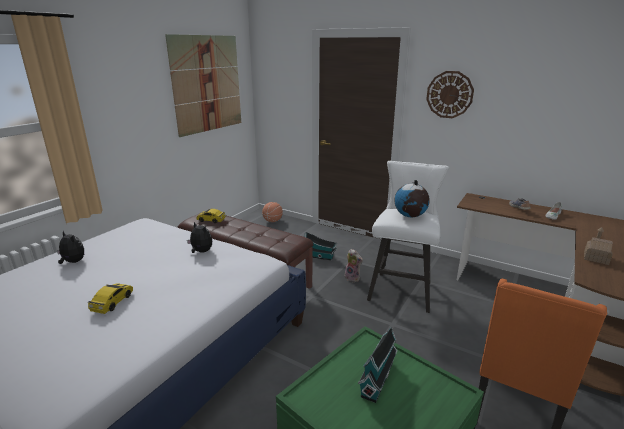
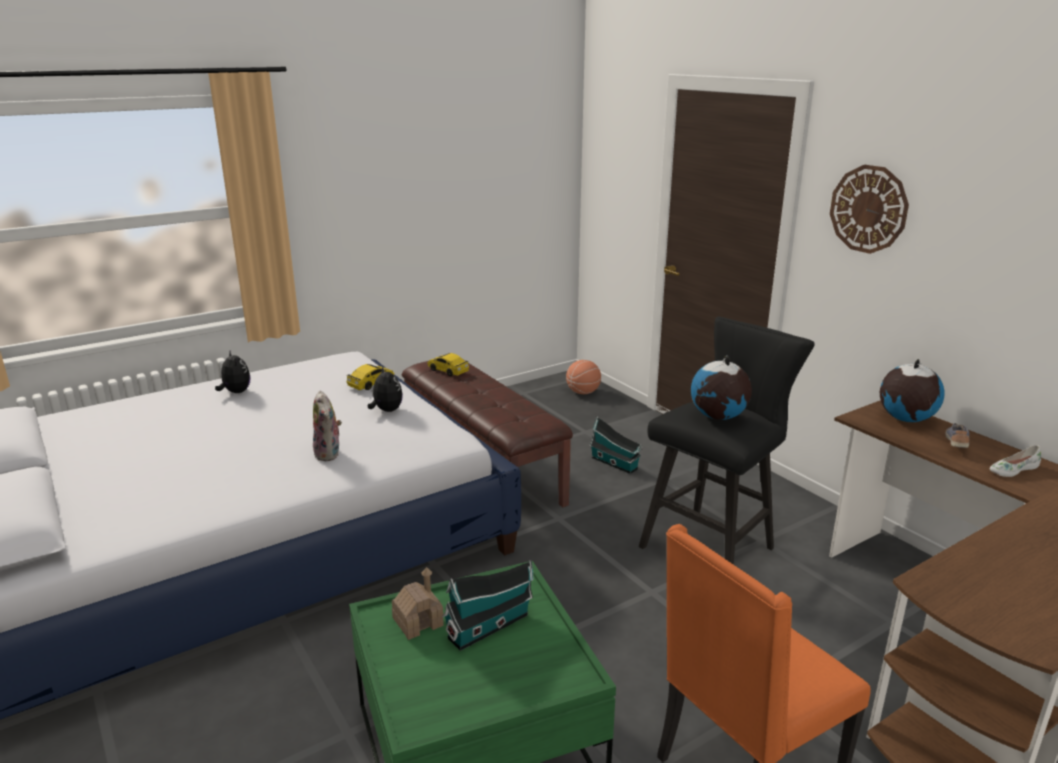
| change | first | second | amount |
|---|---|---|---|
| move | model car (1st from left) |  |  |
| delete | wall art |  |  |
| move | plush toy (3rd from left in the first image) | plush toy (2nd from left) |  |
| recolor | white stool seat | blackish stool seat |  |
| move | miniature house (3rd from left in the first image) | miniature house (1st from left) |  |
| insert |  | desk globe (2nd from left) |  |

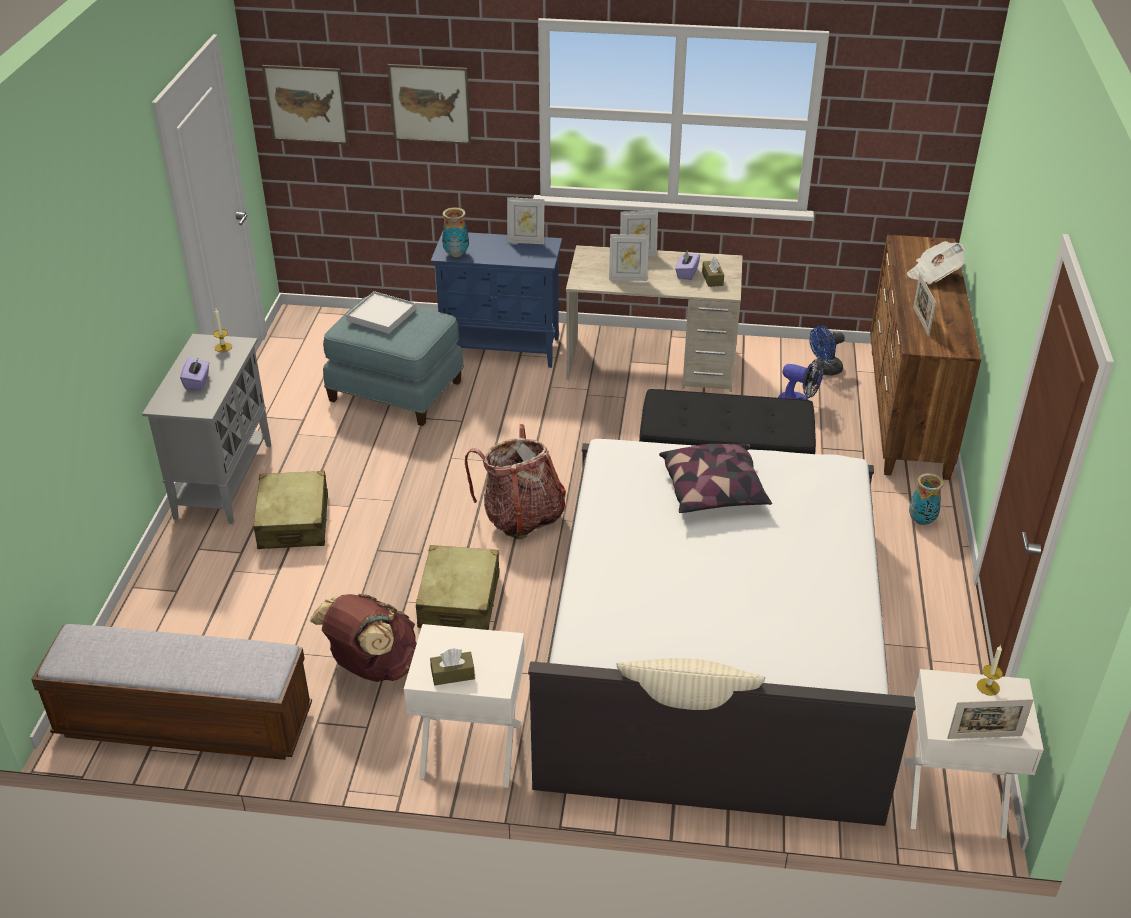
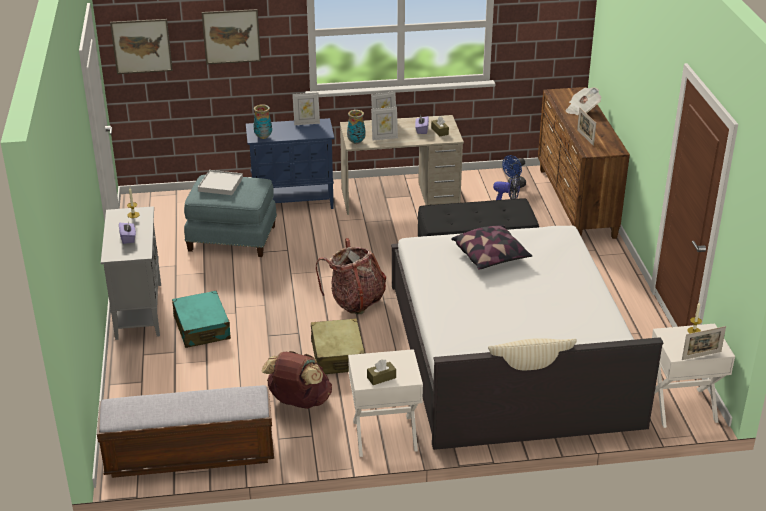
| change | first | second | amount |
|---|---|---|---|
| recolor | beige-coloured piece of luggage (1st from left) | turquoise-coloured piece of luggage |  |
| move | decorative vase (2nd from left) |  |  |

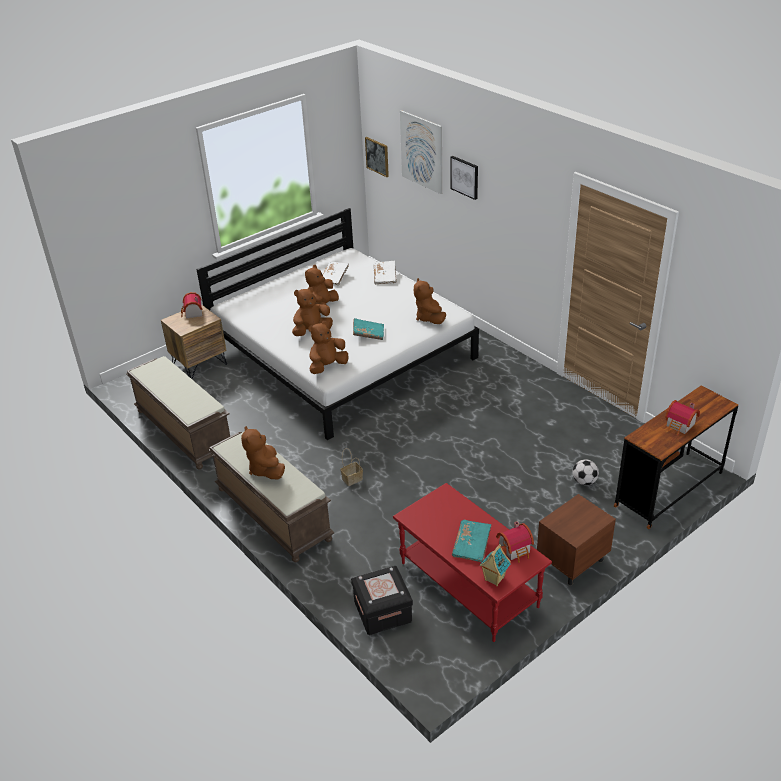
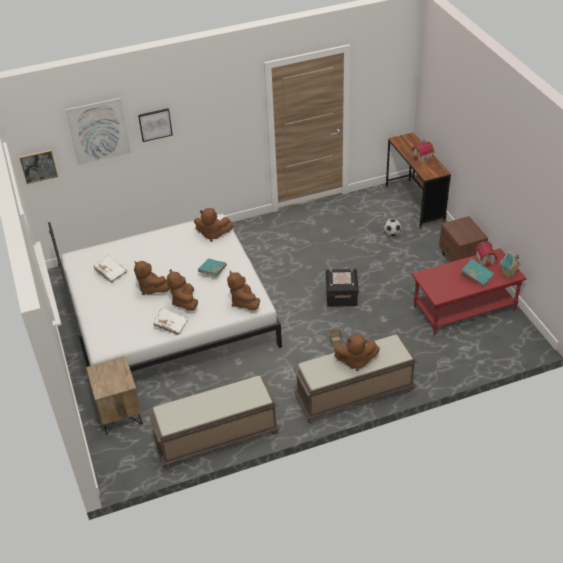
| change | first | second | amount |
|---|---|---|---|
| delete | miniature house (1st from left) |  |  |
| move | blackish storage box |  |  |
| move | white volume (2nd from left) |  |  |

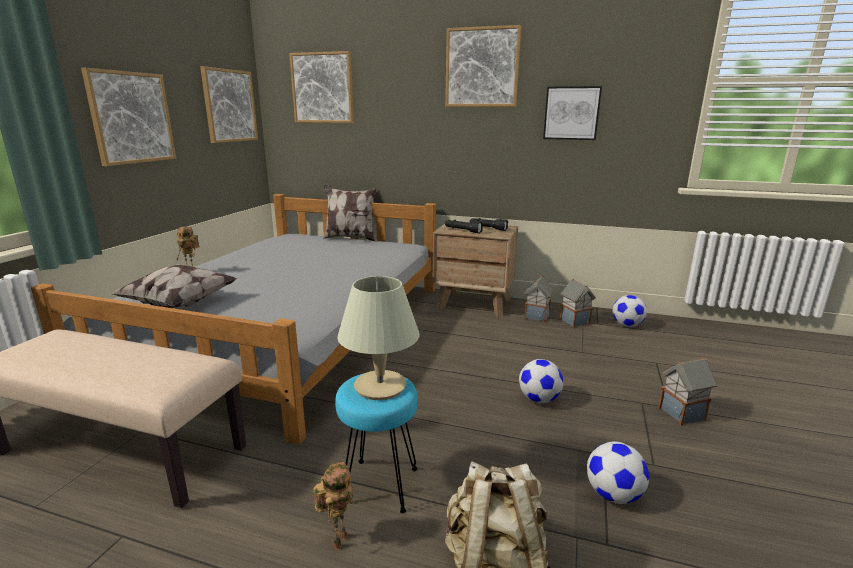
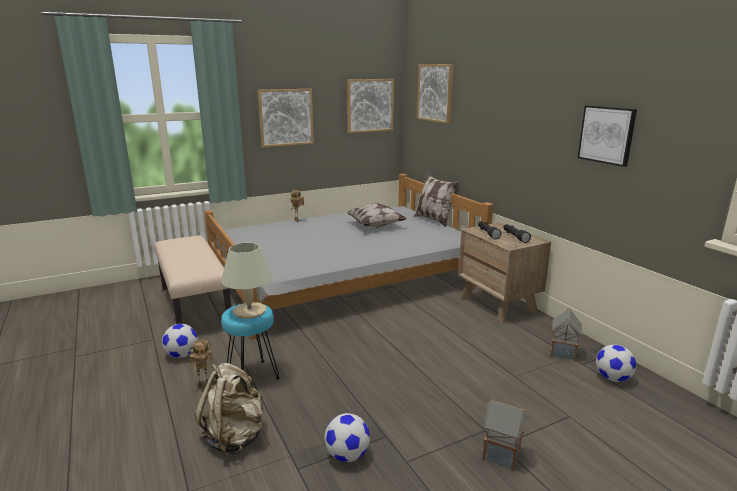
| change | first | second | amount |
|---|---|---|---|
| move | pillow (1st from left) |  |  |
| delete | wall art (4th from left) |  |  |
| move | football (1st from left) |  |  |
| delete | miniature house (1st from left) |  |  |

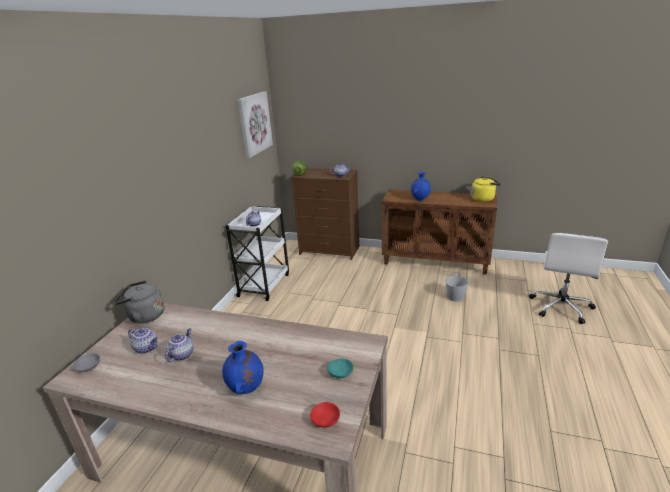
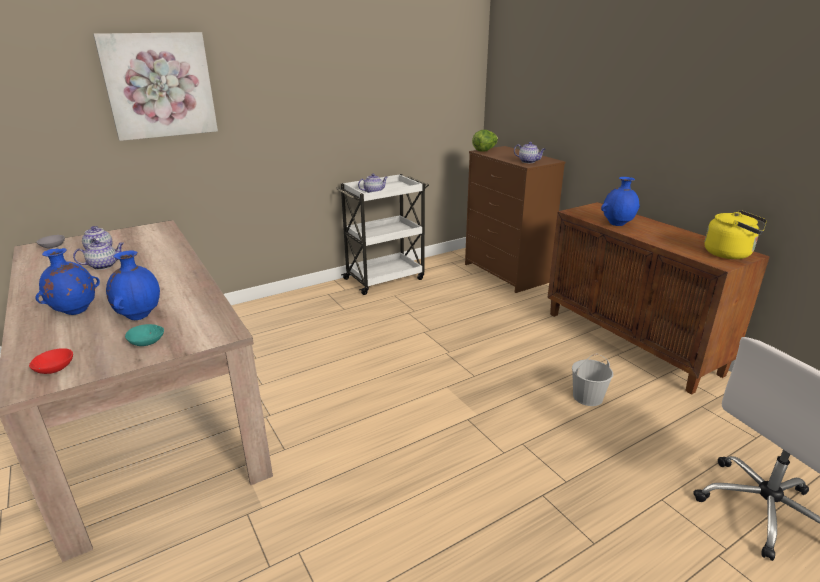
| change | first | second | amount |
|---|---|---|---|
| delete | grey kettle |  |  |
| move | wall art |  |  |
| insert |  | bluish decorative vase (2nd from left) |  |

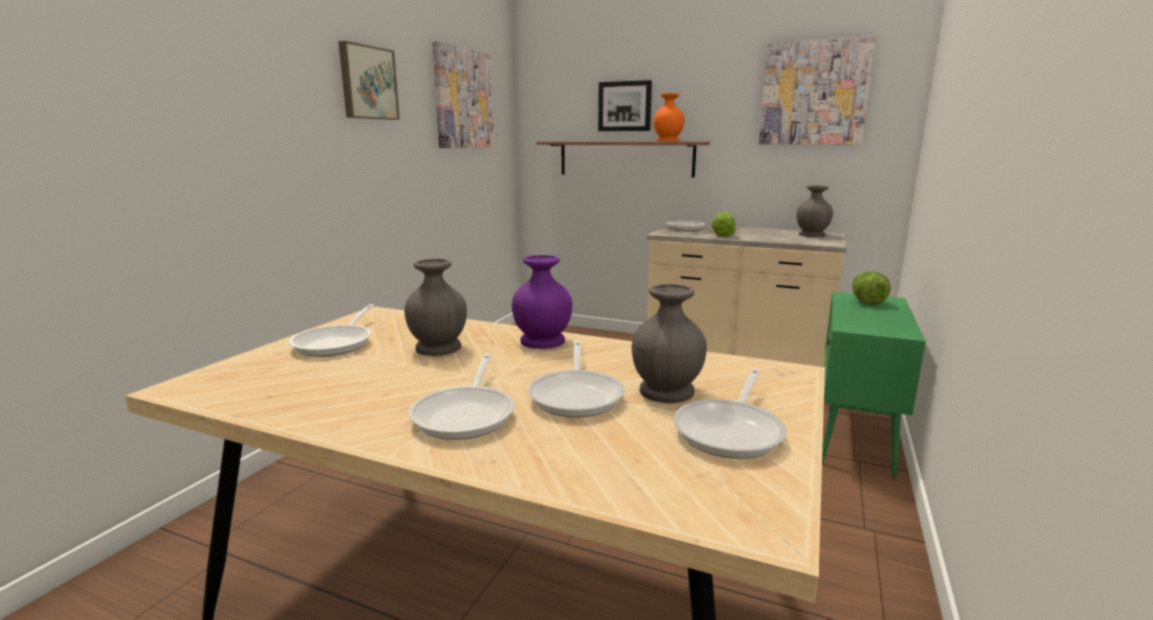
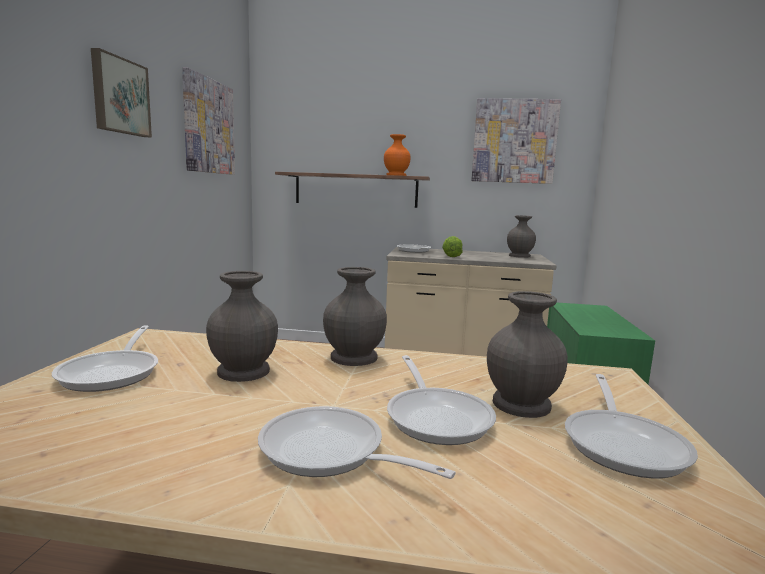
| change | first | second | amount |
|---|---|---|---|
| rotate | frying pan (2nd from left) |  | 135 degrees clockwise |
| recolor | purplish decorative vase | grey decorative vase (2nd from left) |  |
| delete | wall art (3rd from left) |  |  |
| delete | lettuce head (2nd from left) |  |  |

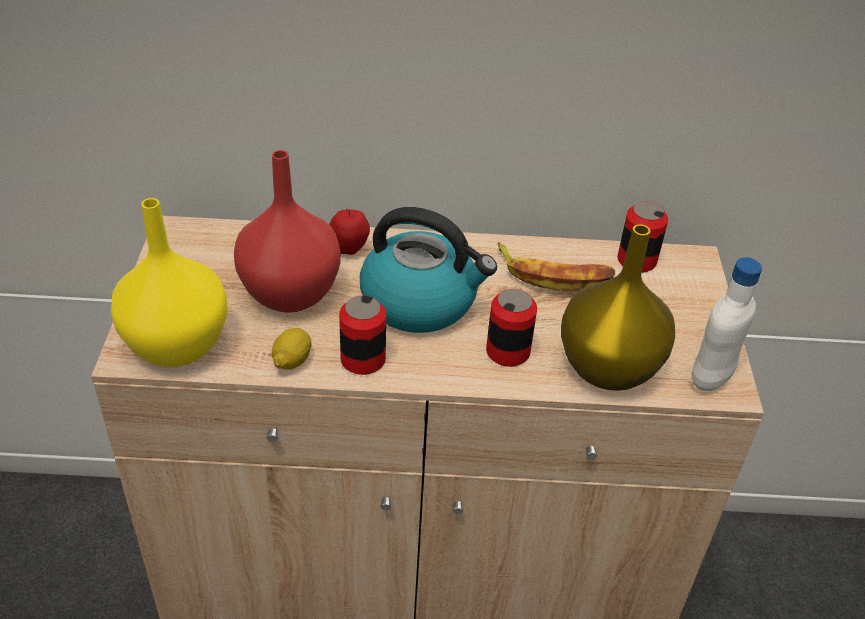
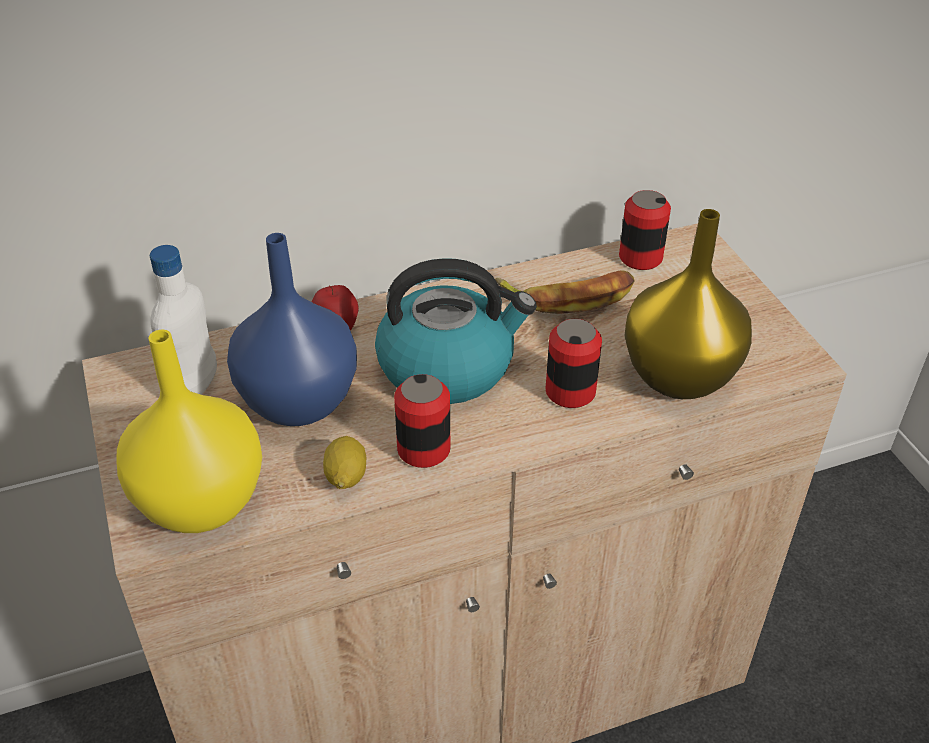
| change | first | second | amount |
|---|---|---|---|
| recolor | red-coloured decorative vase | bluish decorative vase |  |
| move | white beverage bottle |  |  |

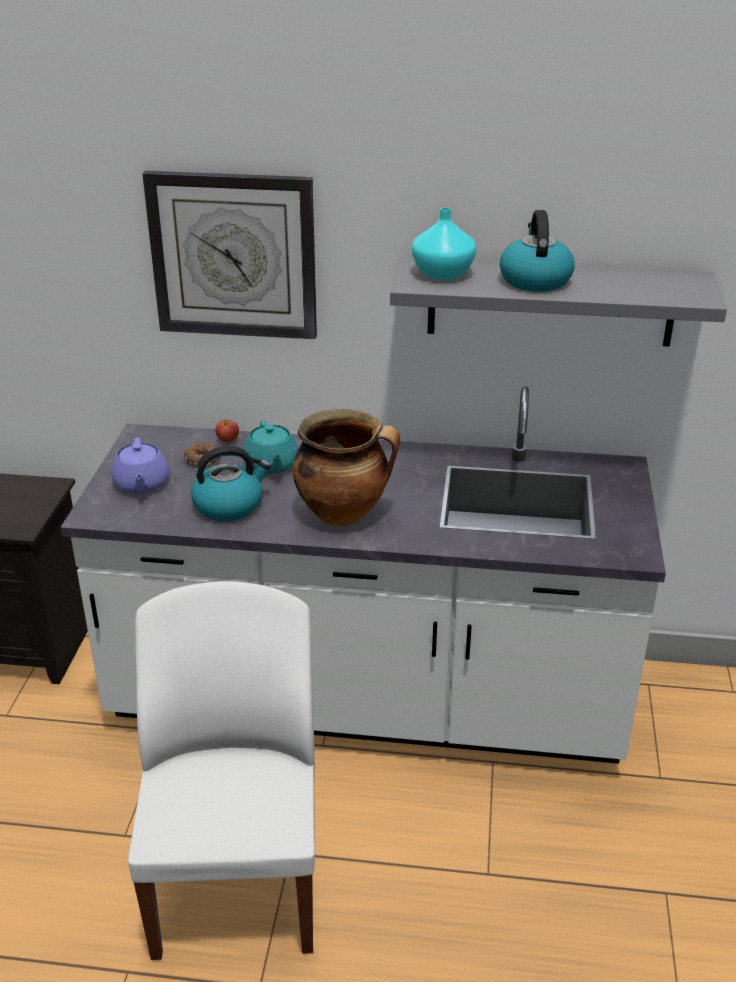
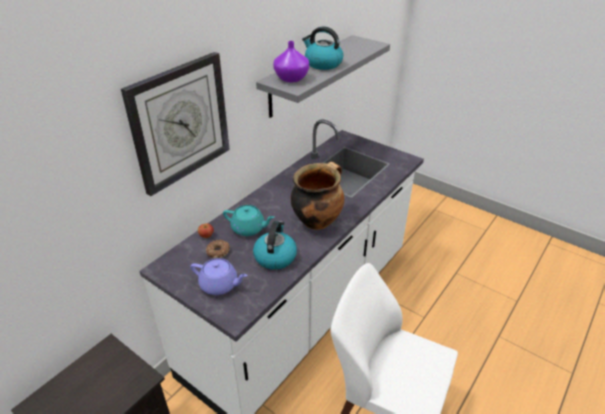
| change | first | second | amount |
|---|---|---|---|
| recolor | turquoise-coloured decorative vase | purplish decorative vase |  |

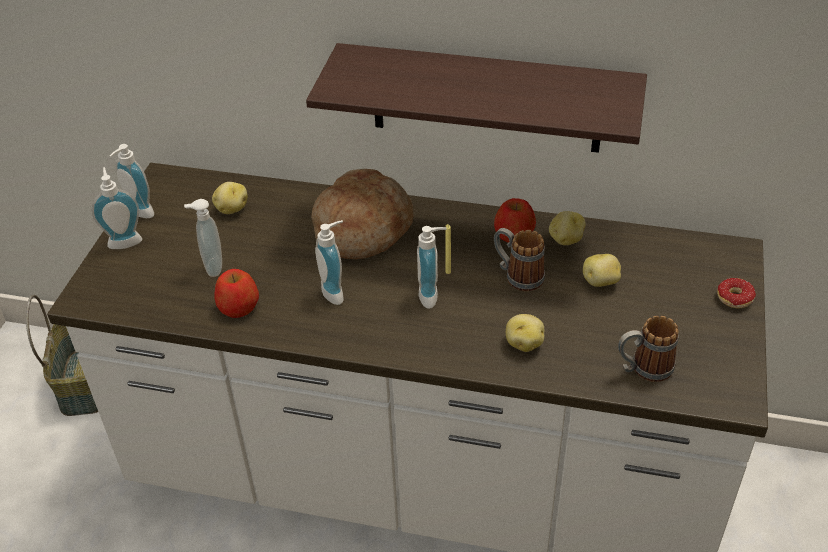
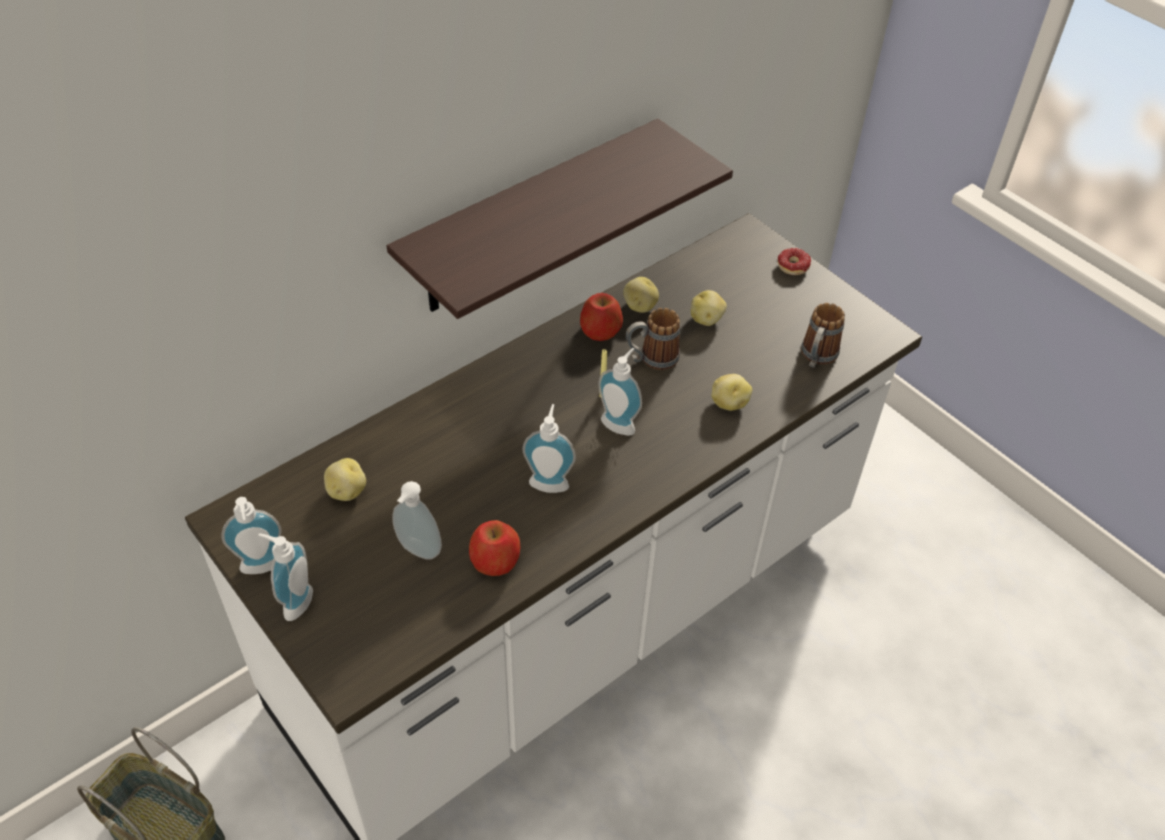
| change | first | second | amount |
|---|---|---|---|
| delete | baked bread |  |  |

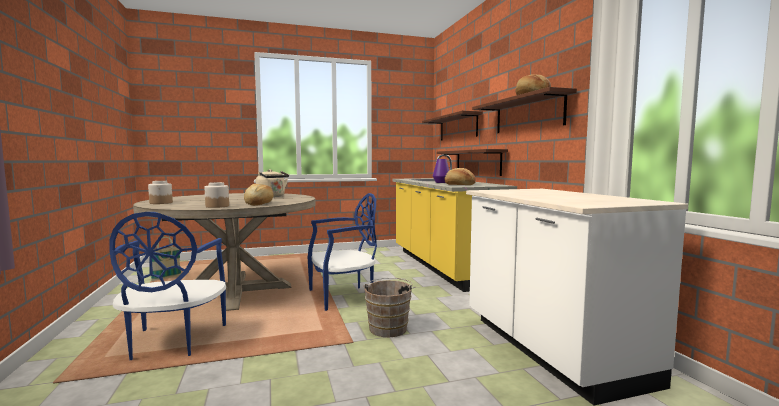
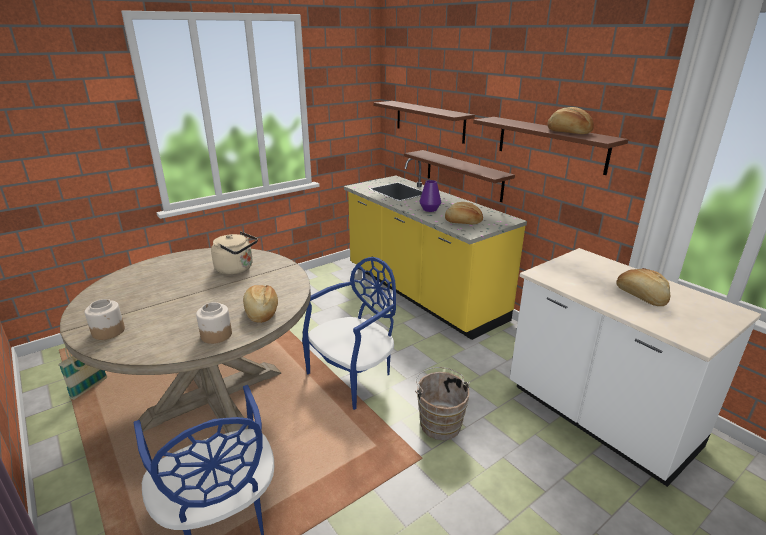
| change | first | second | amount |
|---|---|---|---|
| insert |  | baked bread (4th from left) |  |

